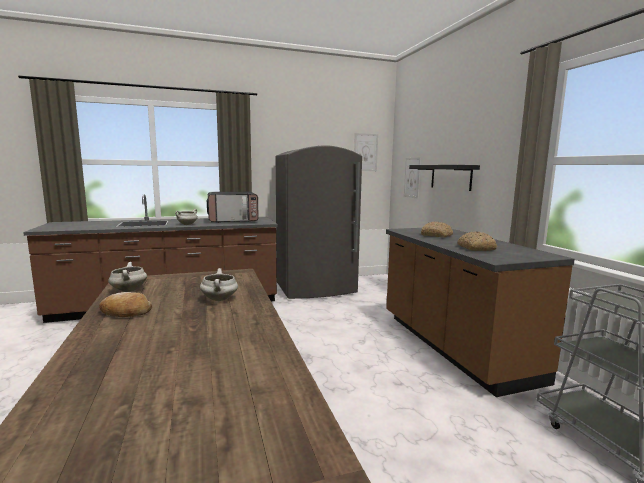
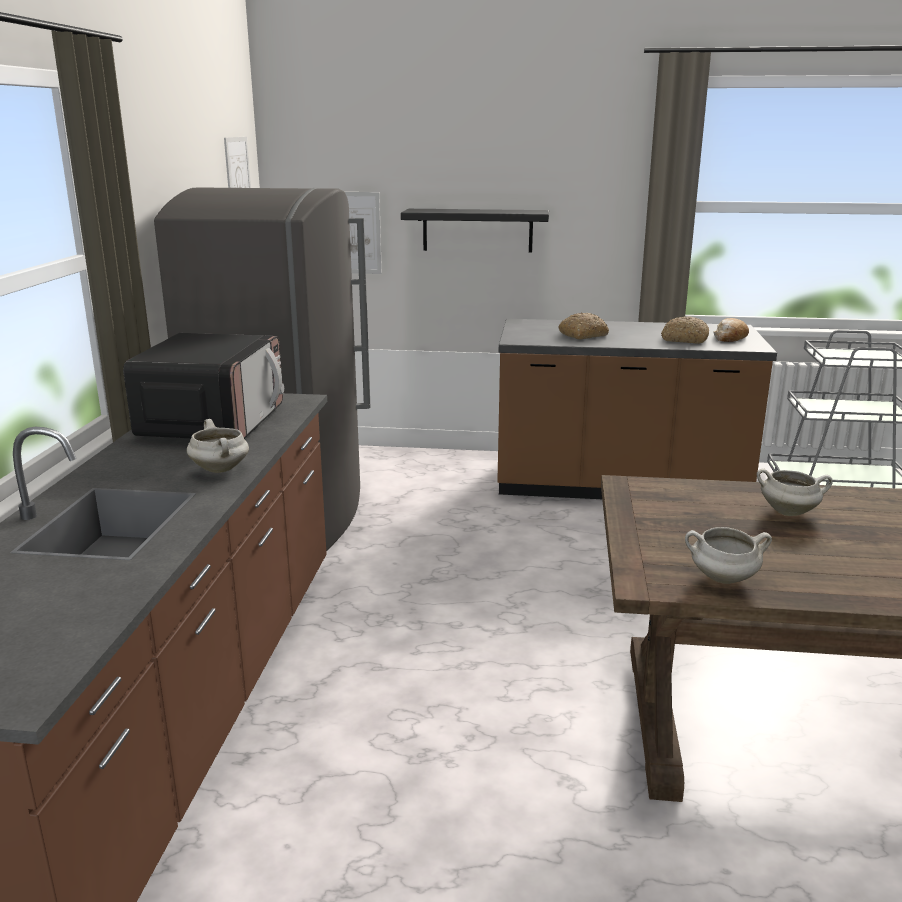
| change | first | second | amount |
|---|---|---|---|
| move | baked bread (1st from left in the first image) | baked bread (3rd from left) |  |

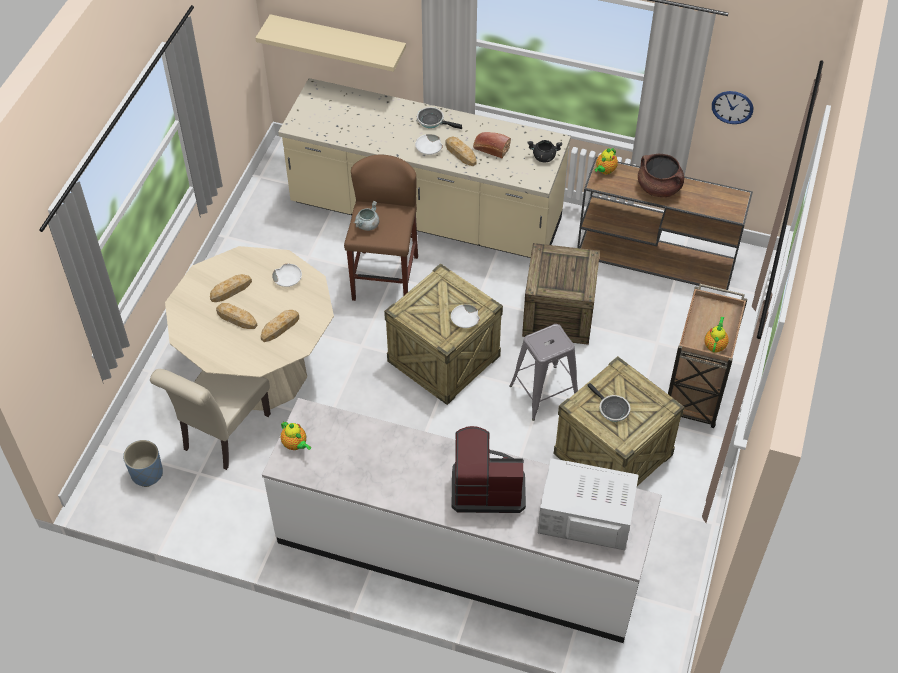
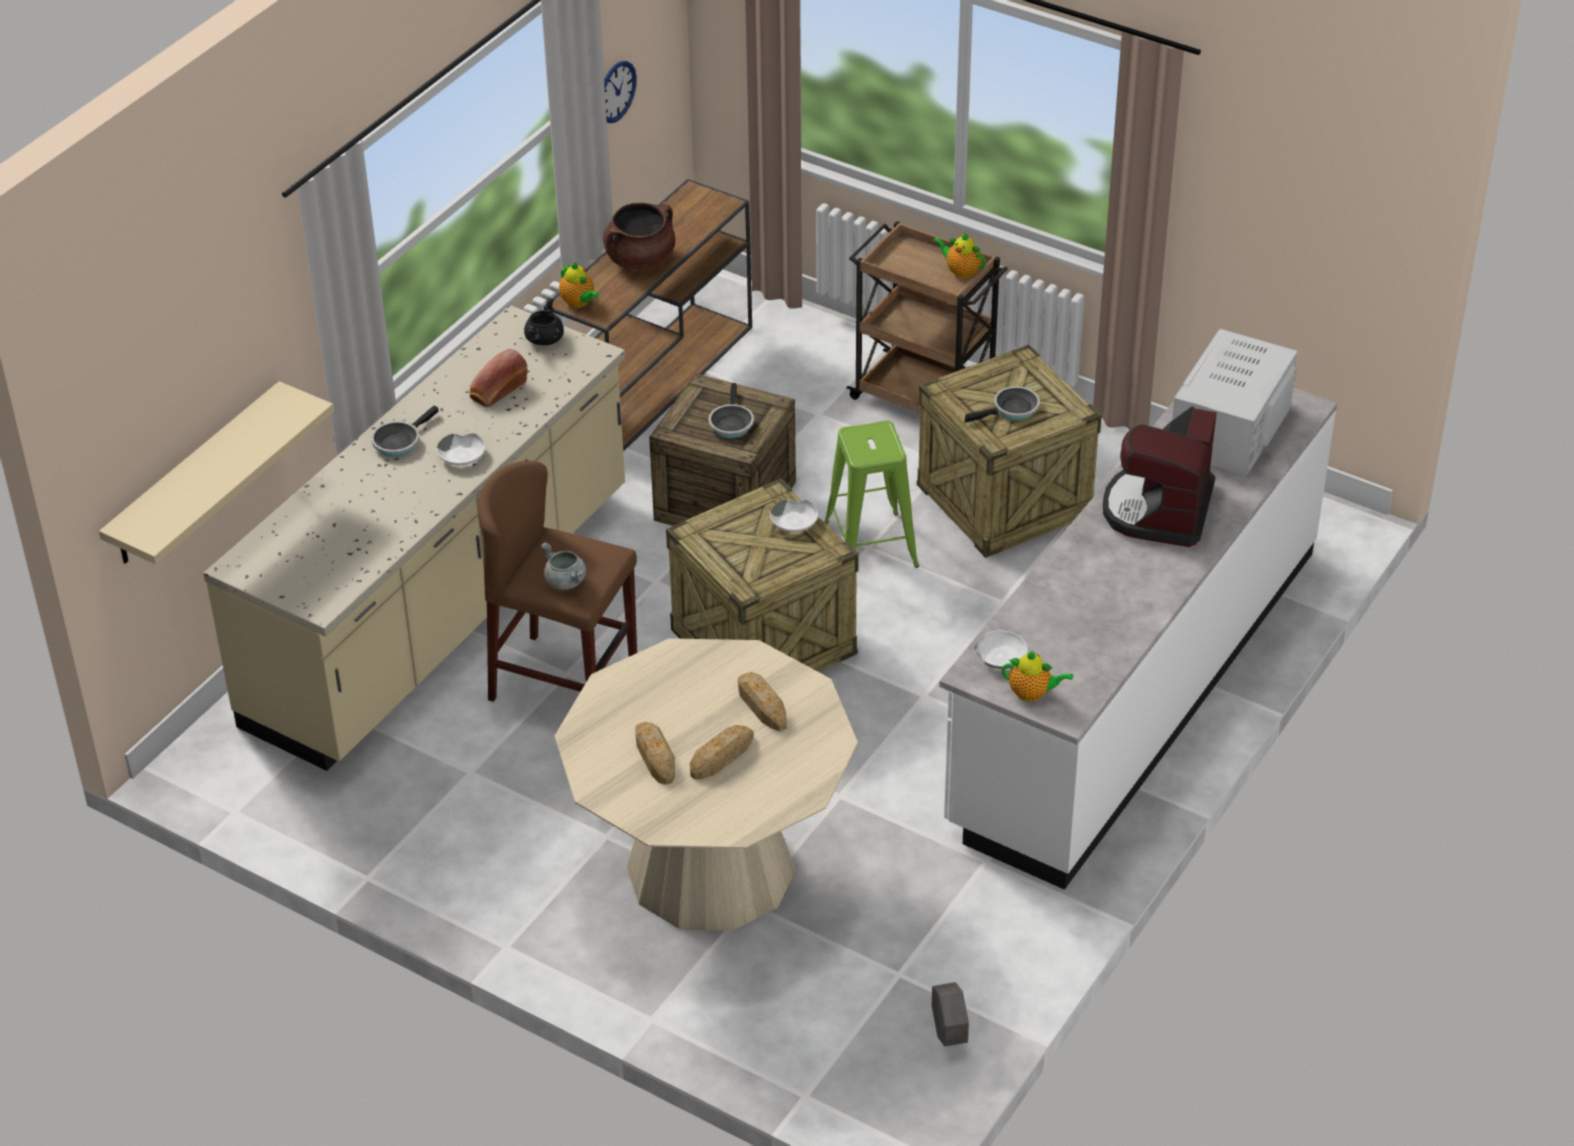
| change | first | second | amount |
|---|---|---|---|
| delete | bluish flower pot |  |  |
| delete | beige-coloured plain chair |  |  |
| move | white serving bowl (1st from left in the first image) | white serving bowl (3rd from left) |  |
| rotate | pot for tea (1st from left in the first image) | pot for tea (3rd from left) | 45 degrees clockwise |
| delete | baked bread (4th from left) |  |  |
| recolor | grey stool seat | greenish stool seat |  |
| insert |  | frying pan (2nd from left) |  |
| insert |  | grey flower pot |  |

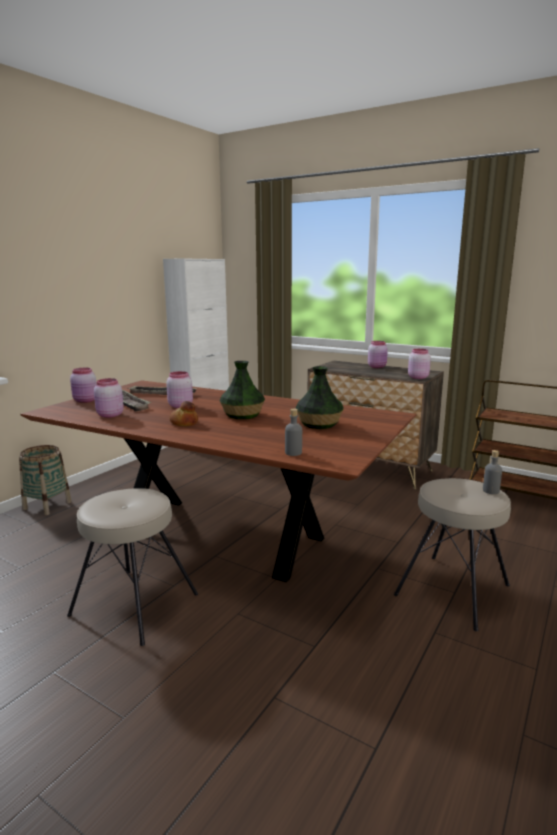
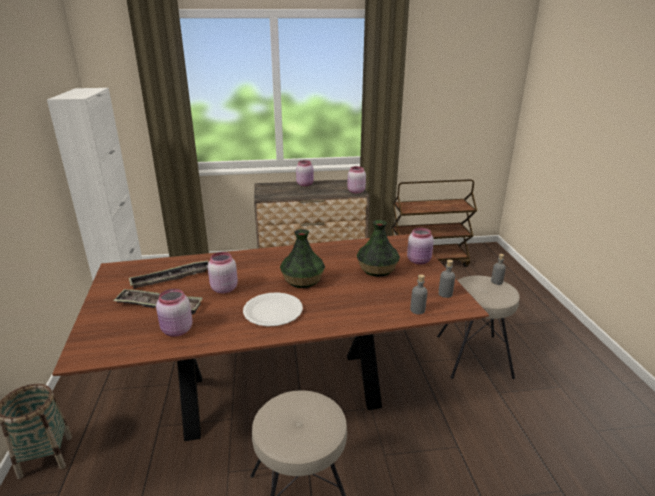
| change | first | second | amount |
|---|---|---|---|
| move | pinkish storage jar (1st from left in the first image) | pinkish storage jar (5th from left) |  |
| replace | baked bread | white dinner plate |  |
| insert |  | grey beverage bottle (2nd from left) |  |

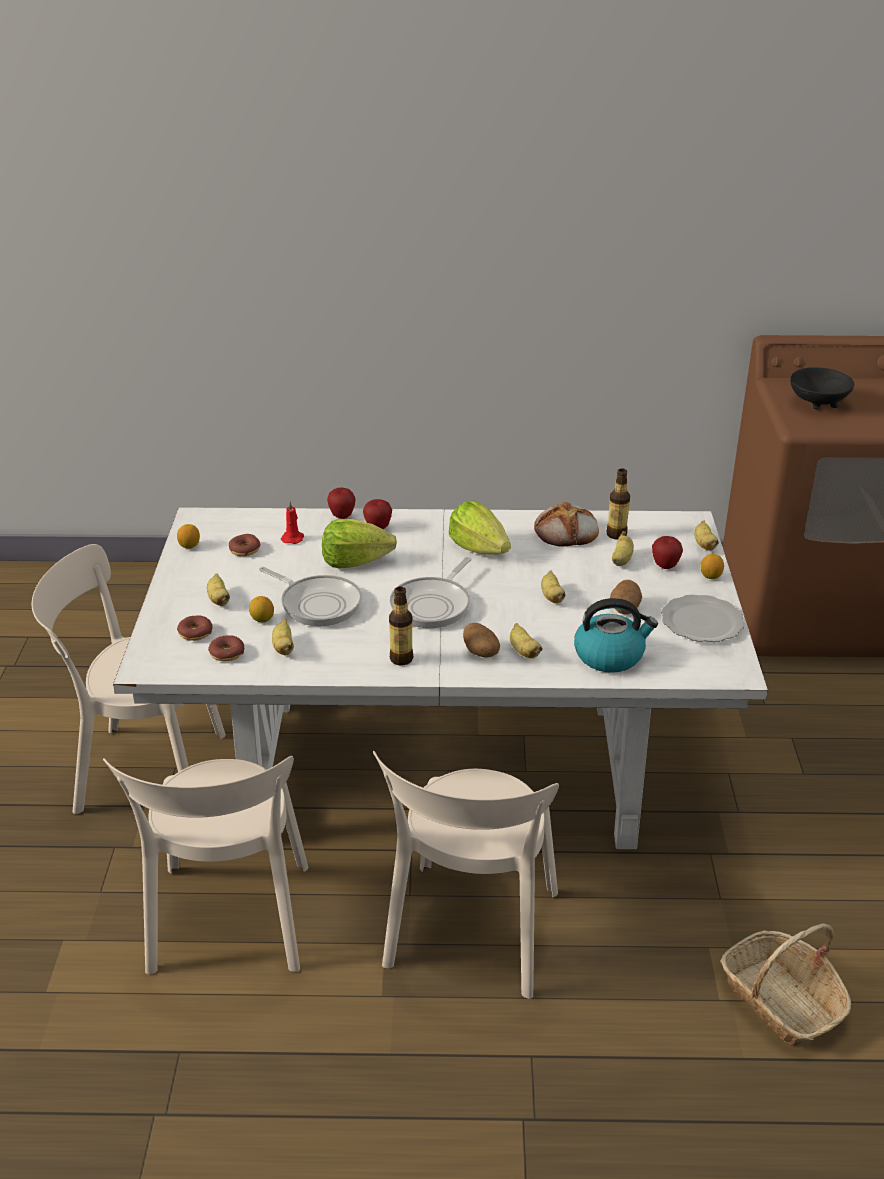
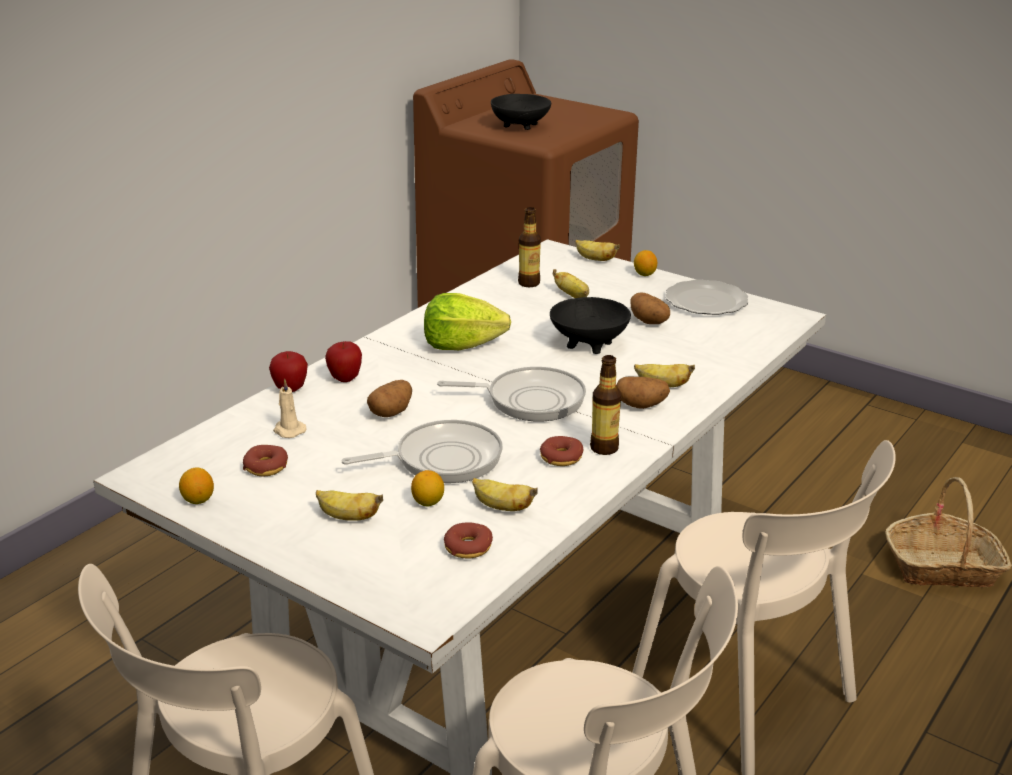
| change | first | second | amount |
|---|---|---|---|
| move | donut (1st from left in the first image) | donut (3rd from left) |  |
| recolor | red-coloured wax candle | beige-coloured wax candle |  |
| replace | lettuce head (1st from left) | spud (1st from left) |  |
| rotate | frying pan (2nd from left) |  | 60 degrees counterclockwise |
| delete | baked bread |  |  |
| replace | banana fruit (4th from left) | blackish serving bowl (2nd from left) |  |
| delete | kettle |  |  |
| delete | apple fruit (3rd from left) |  |  |

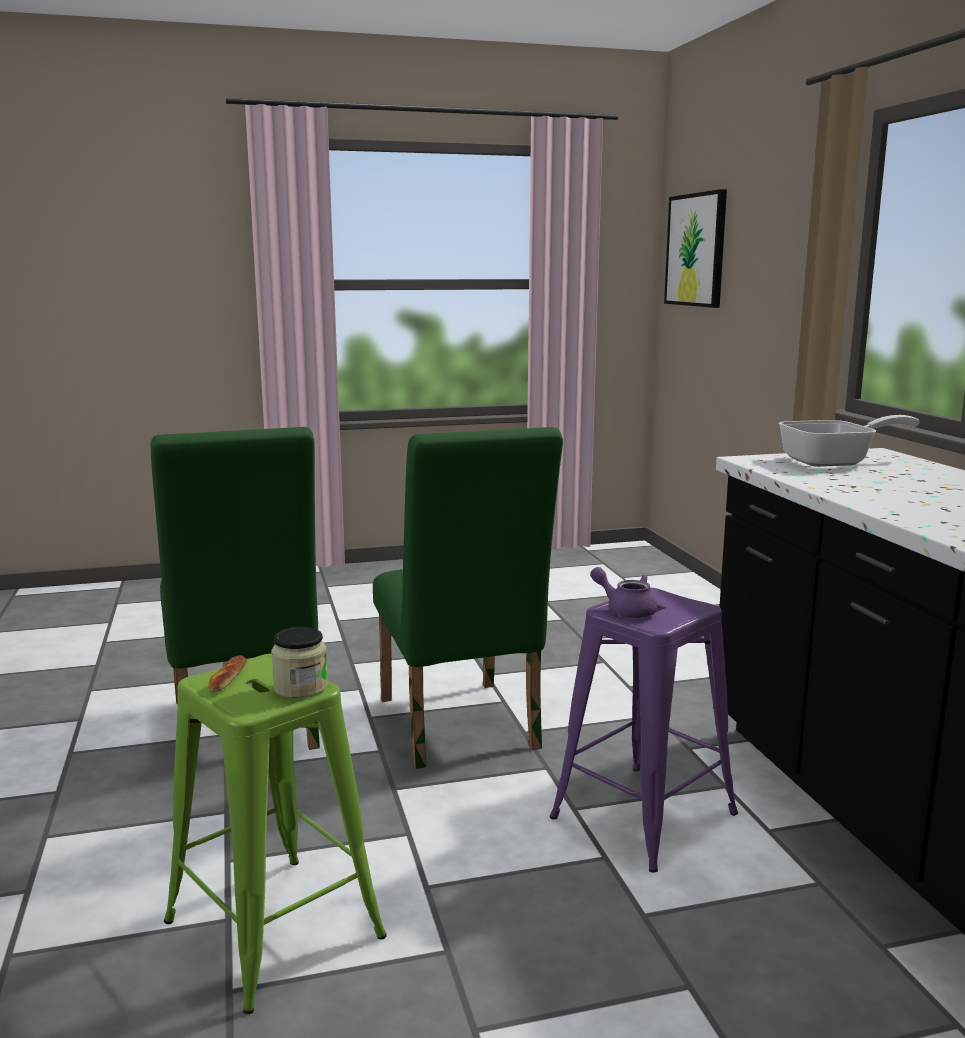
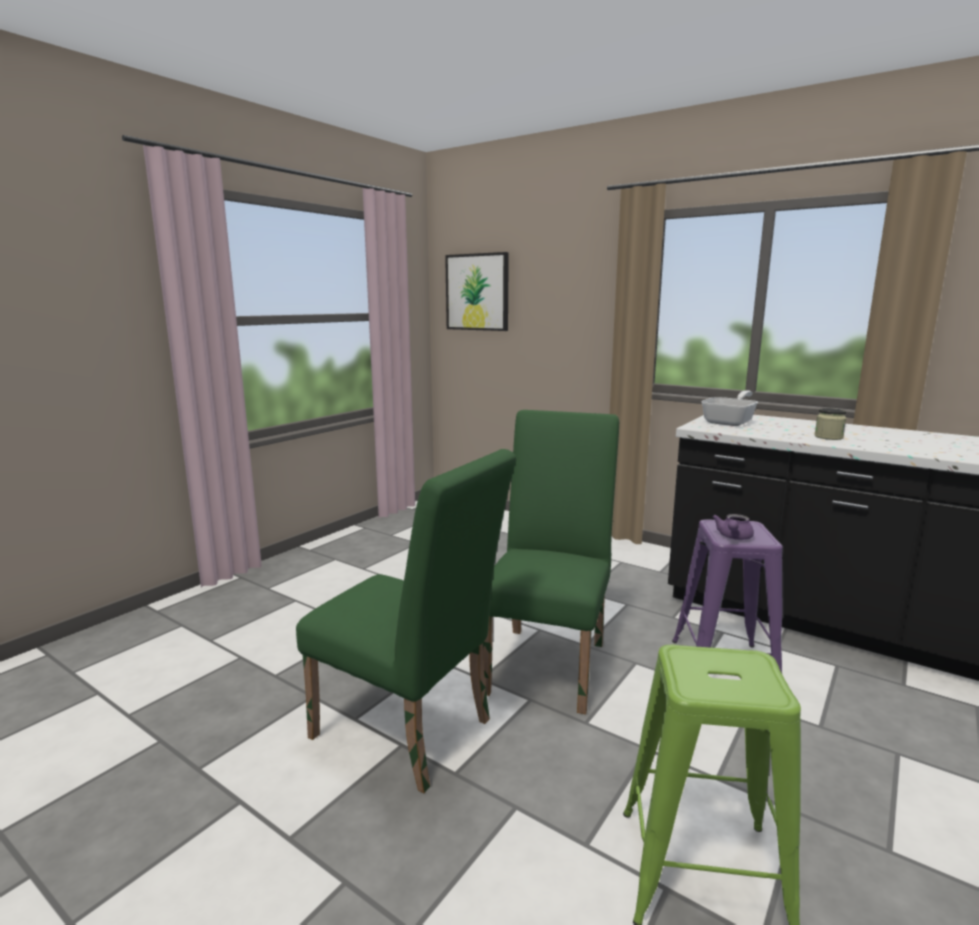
| change | first | second | amount |
|---|---|---|---|
| delete | baked bread |  |  |
| move | storage jar |  |  |
| rotate | greenish plain chair (2nd from left) |  | 105 degrees counterclockwise |
| rotate | purplish pot for tea |  | 60 degrees counterclockwise |

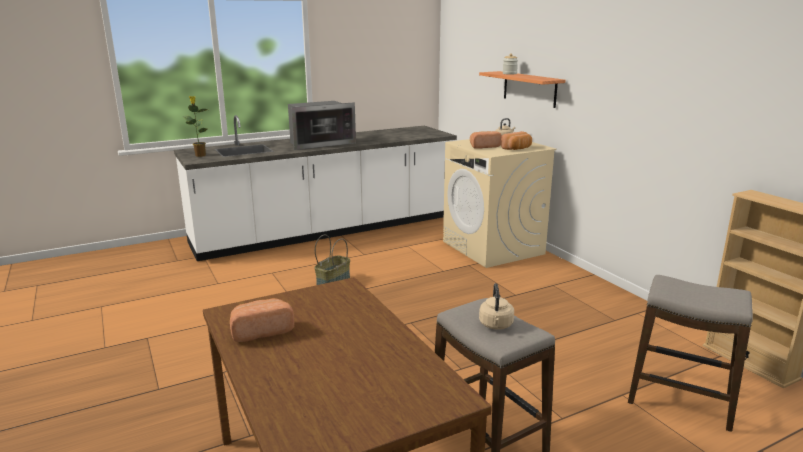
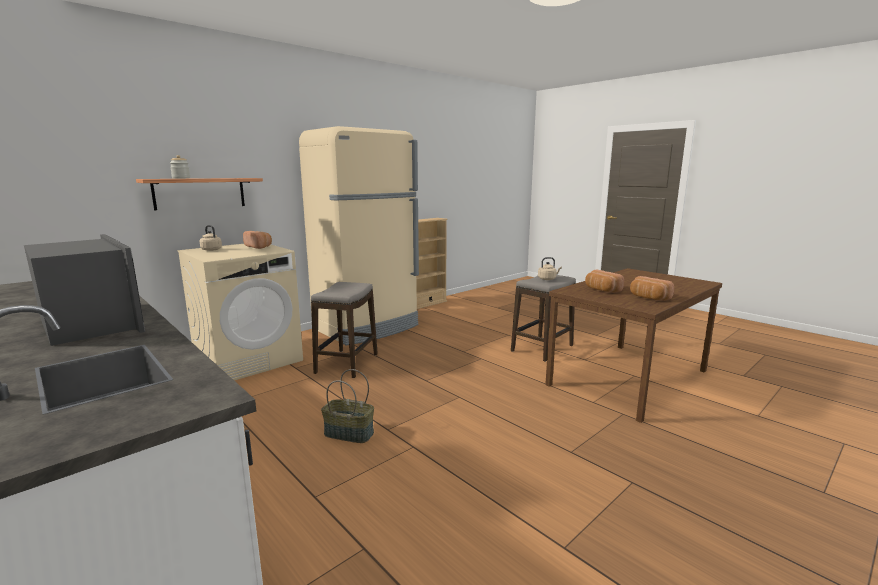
| change | first | second | amount |
|---|---|---|---|
| delete | potted plant |  |  |
| move | baked bread (2nd from left) |  |  |
| move | stool seat (2nd from left in the first image) | stool seat (1st from left) |  |
| insert |  | beige-coloured kitchen fridge |  |

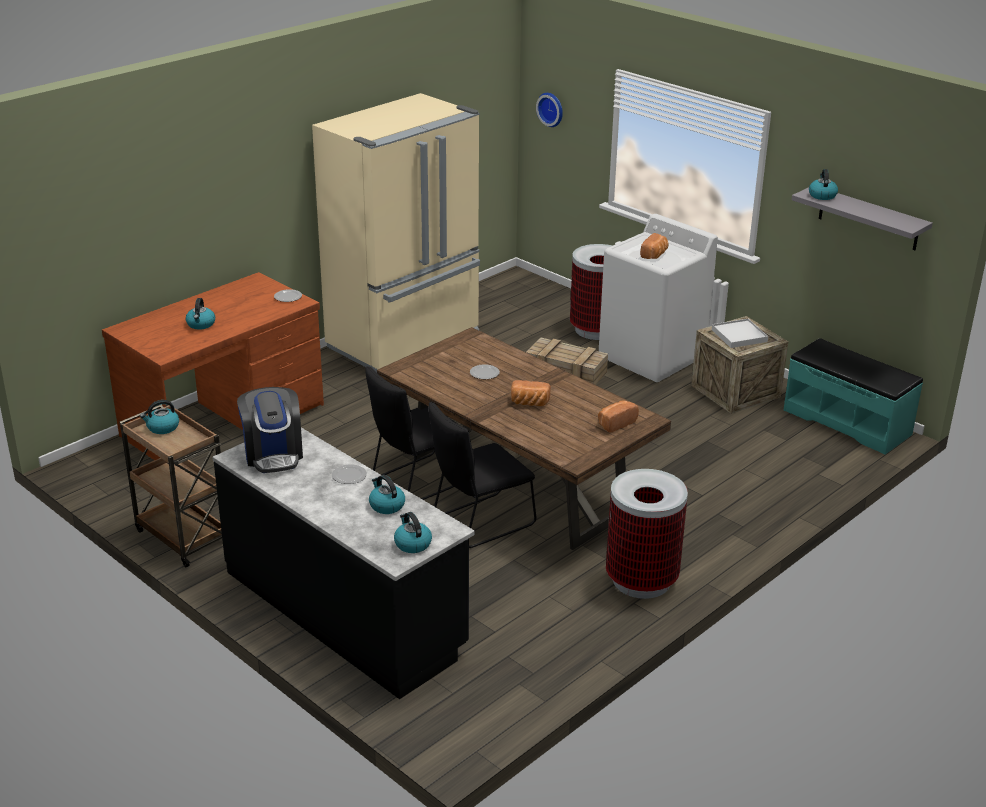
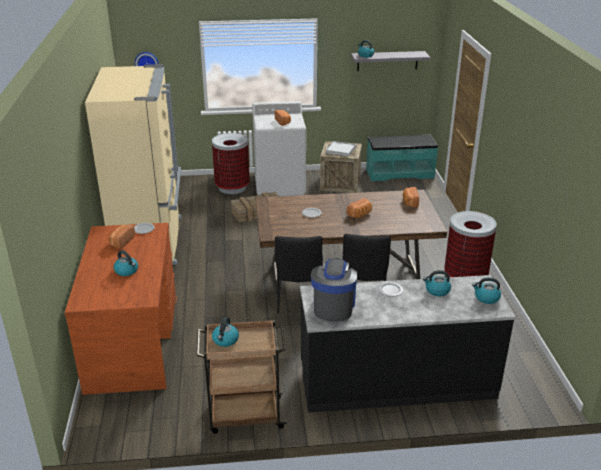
| change | first | second | amount |
|---|---|---|---|
| rotate | coffee maker |  | 105 degrees counterclockwise |
| insert |  | baked bread (1st from left) |  |

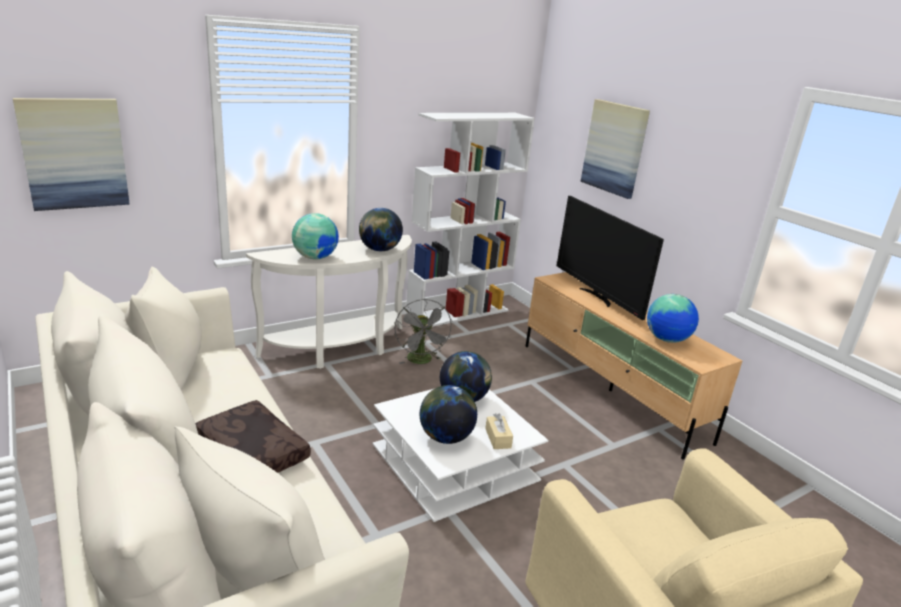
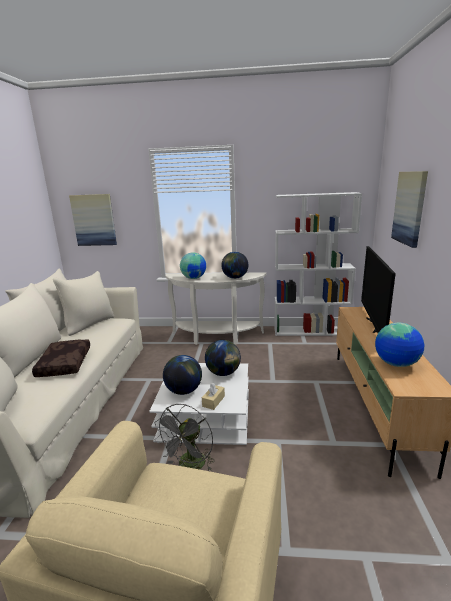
| change | first | second | amount |
|---|---|---|---|
| move | grey electric fan |  |  |

